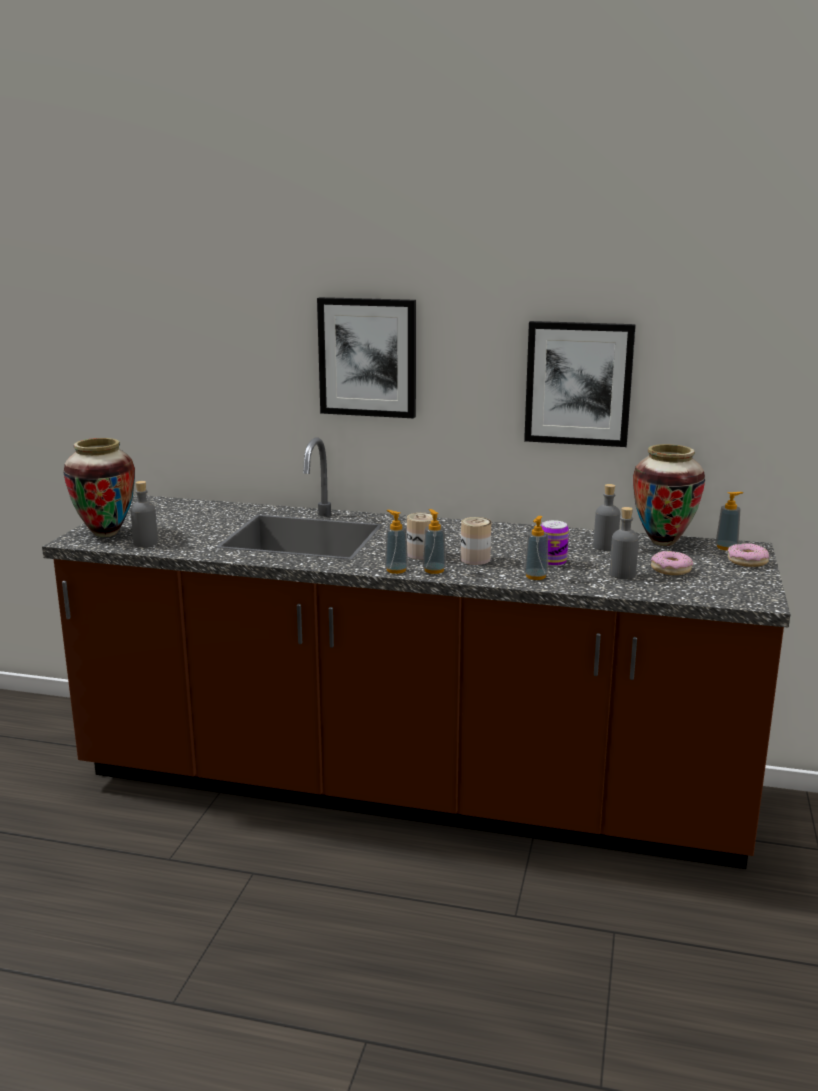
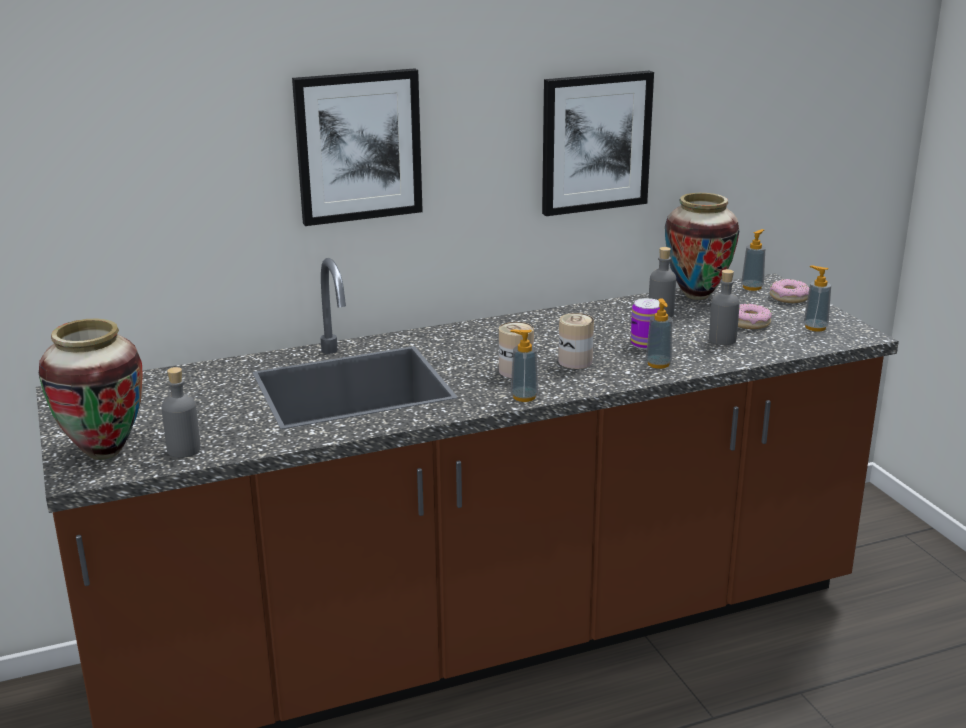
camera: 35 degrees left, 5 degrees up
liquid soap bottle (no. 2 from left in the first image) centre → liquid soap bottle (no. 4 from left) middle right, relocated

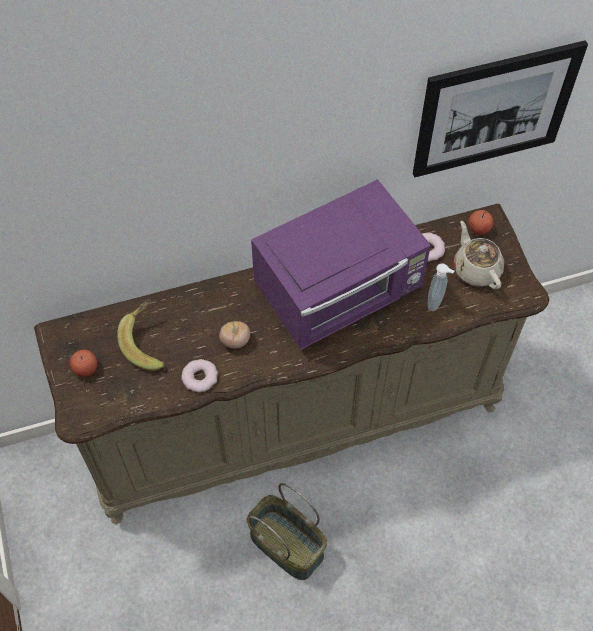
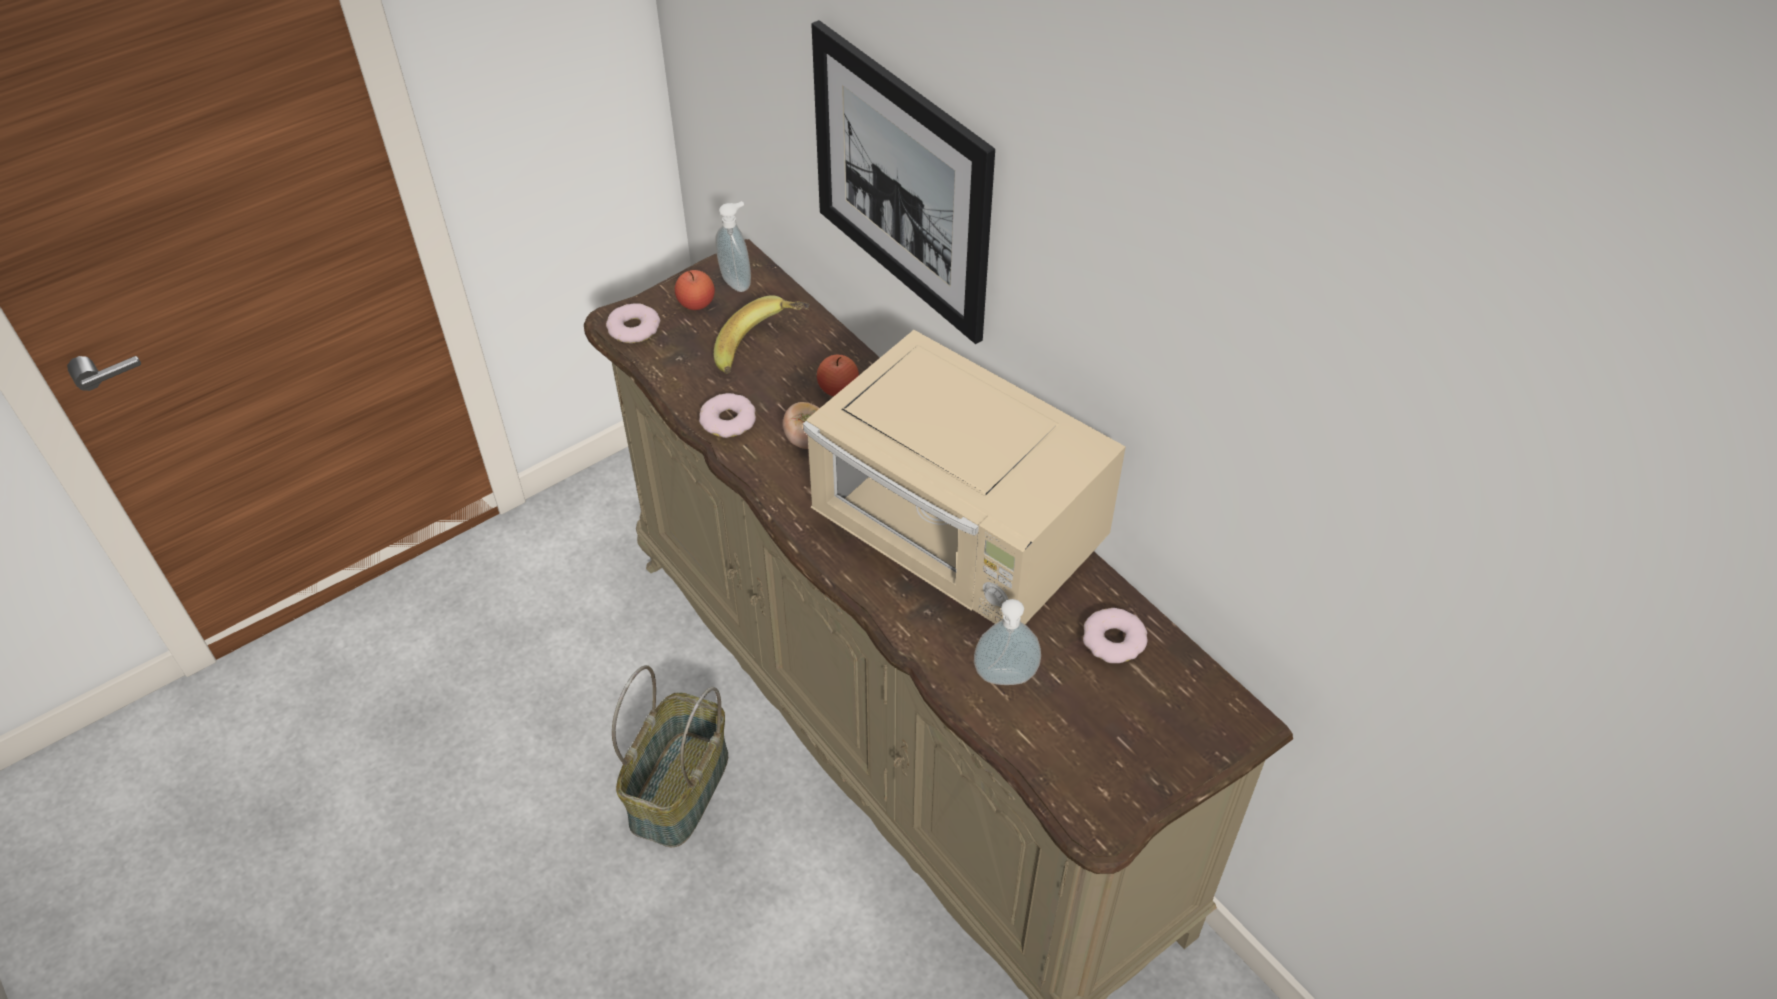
camera: 70 degrees right, 10 degrees down
- → doughnut (no. 1 from left) top centre
- → liquid soap bottle (no. 1 from left) top centre
purplish microwave oven centre → beige microwave oven centre
wall art top right → wall art top centre, relocated
apple (no. 2 from left) middle right → apple (no. 2 from left) centre, relocated
beige teapot middle right → -

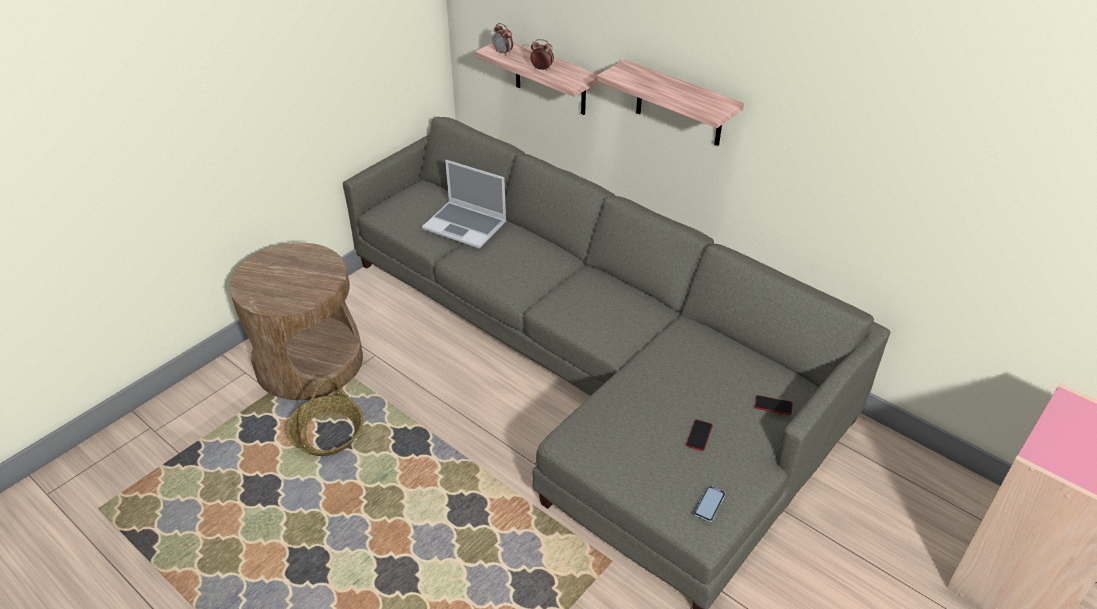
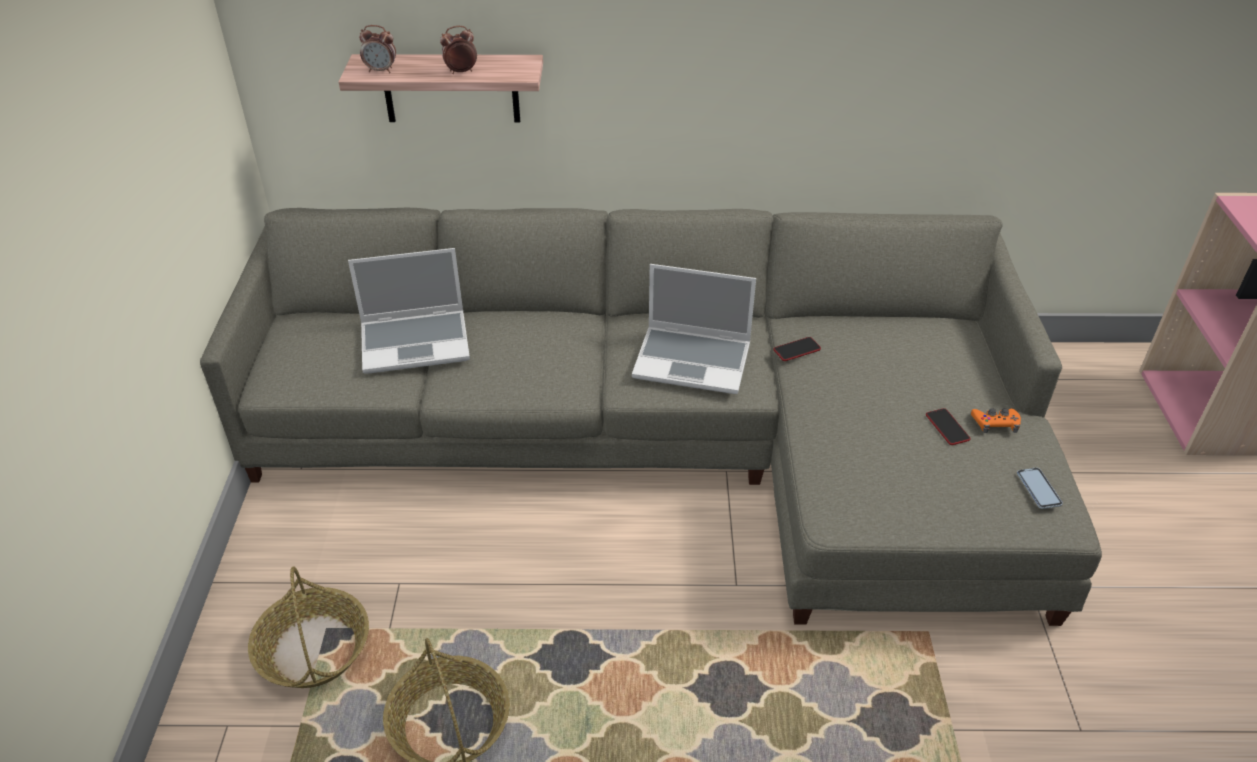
camera: 40 degrees left, 0 degrees up
brown-coloured side table middle left → household basket (no. 1 from left) bottom left
- → laptop (no. 2 from left) centre
phone (no. 3 from left in the first image) middle right → phone (no. 1 from left) centre, relocated
- → orangey game controller middle right
wall shelf (no. 2 from left) top centre → -

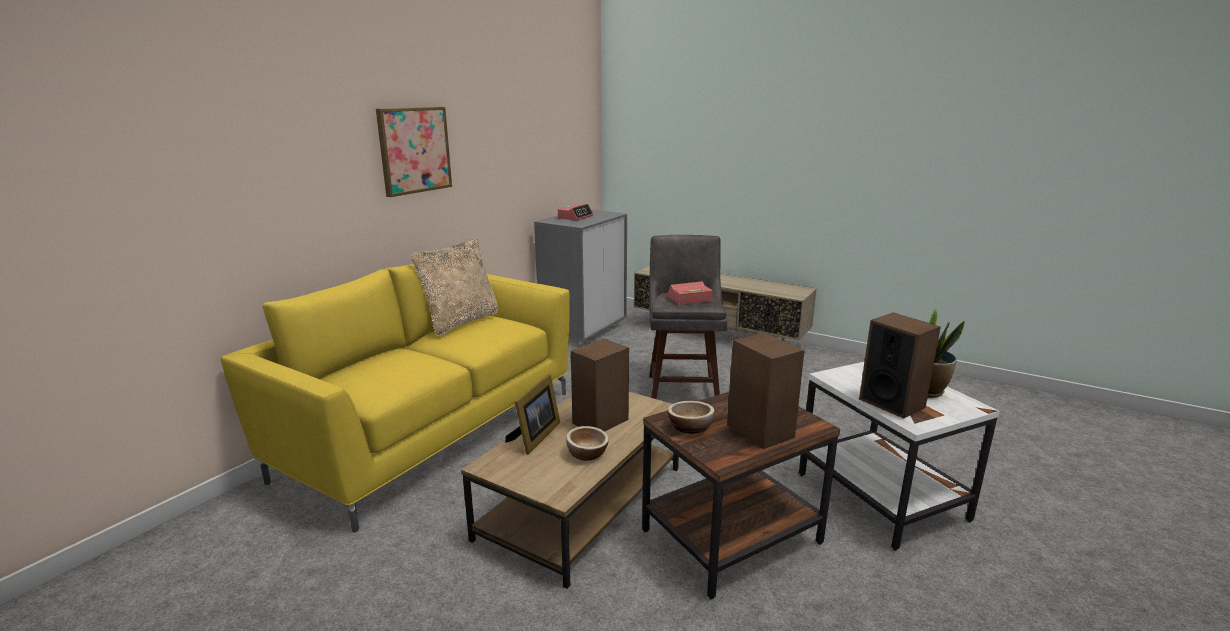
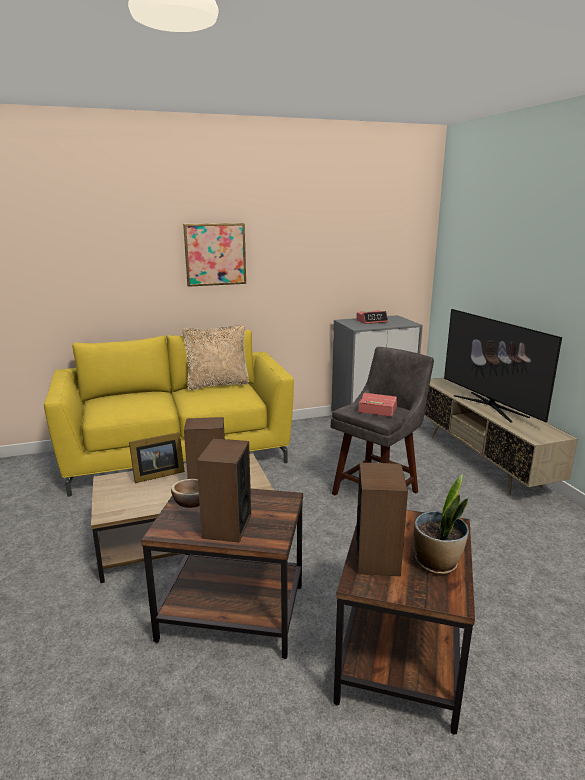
camera: 40 degrees right, 0 degrees up
white-coloured side table bottom right → brown-coloured side table (no. 2 from left) bottom right
- → television middle right
bowl (no. 1 from left) bottom centre → -

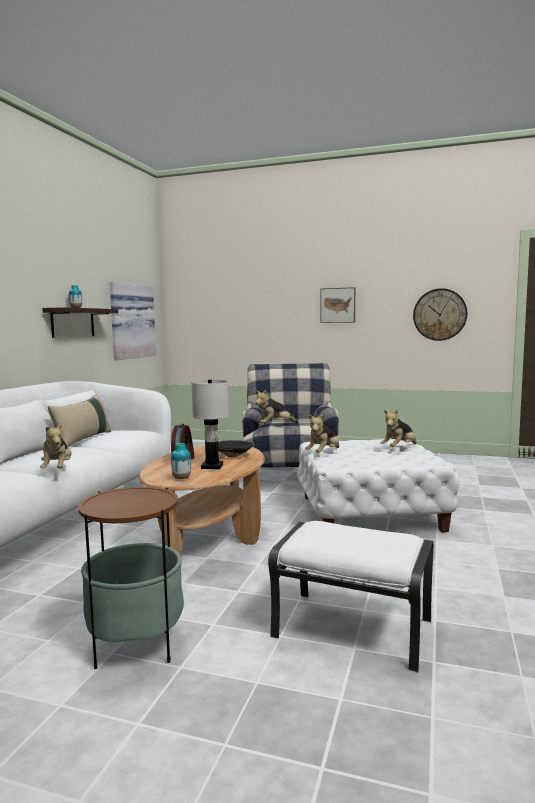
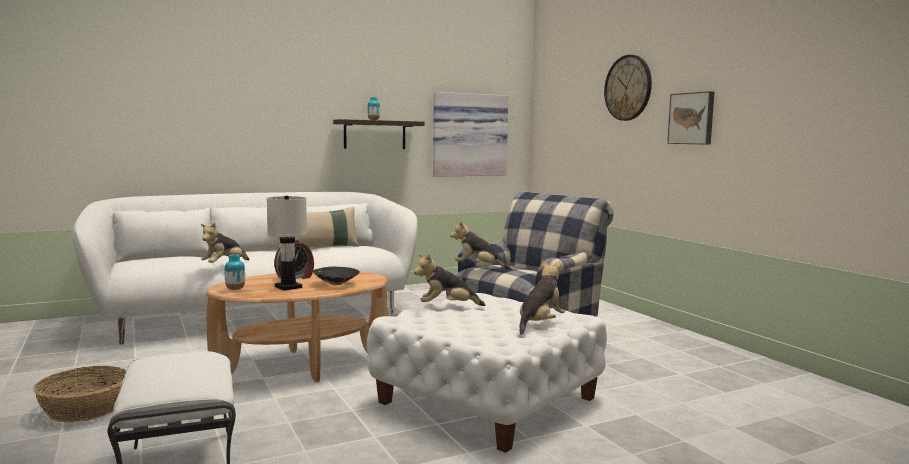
camera: 45 degrees right, 0 degrees up
side table bottom left → household basket bottom left
soft toy (no. 4 from left) middle right → soft toy (no. 4 from left) centre, 120 degrees clockwise
wall clock middle right → wall clock top right, relocated

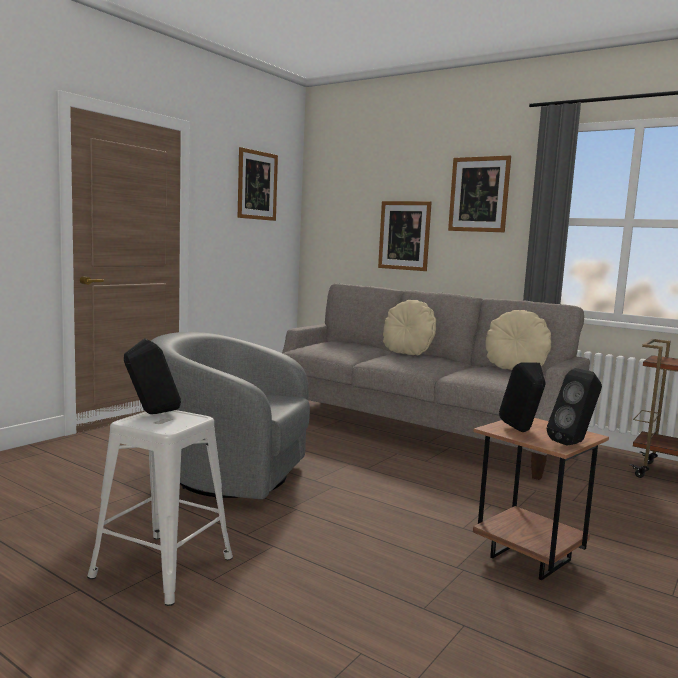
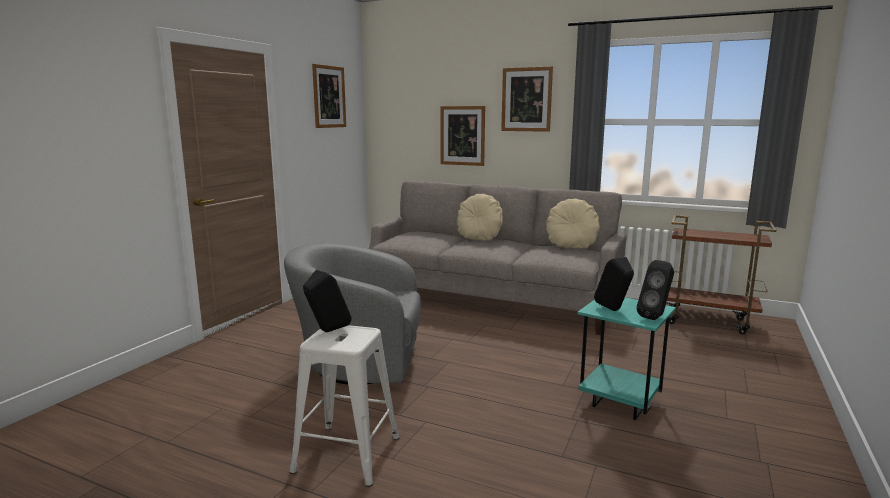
camera: 10 degrees left, 5 degrees up
brown-coloured side table bottom right → blue-green side table bottom right

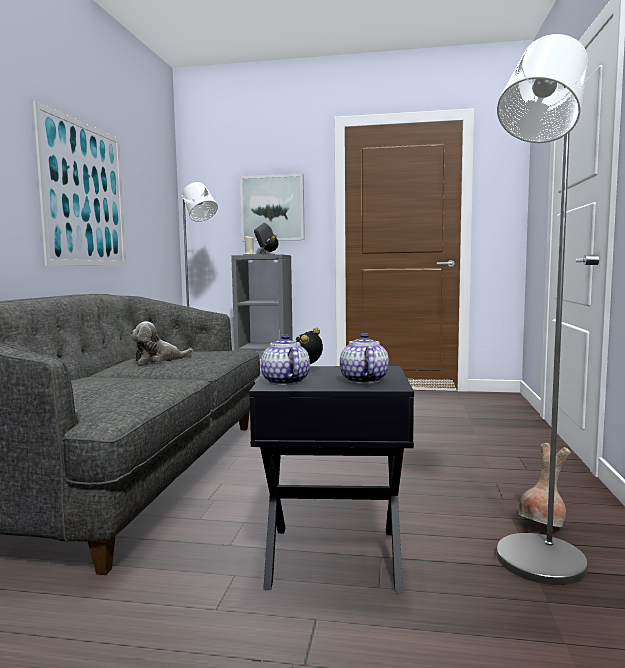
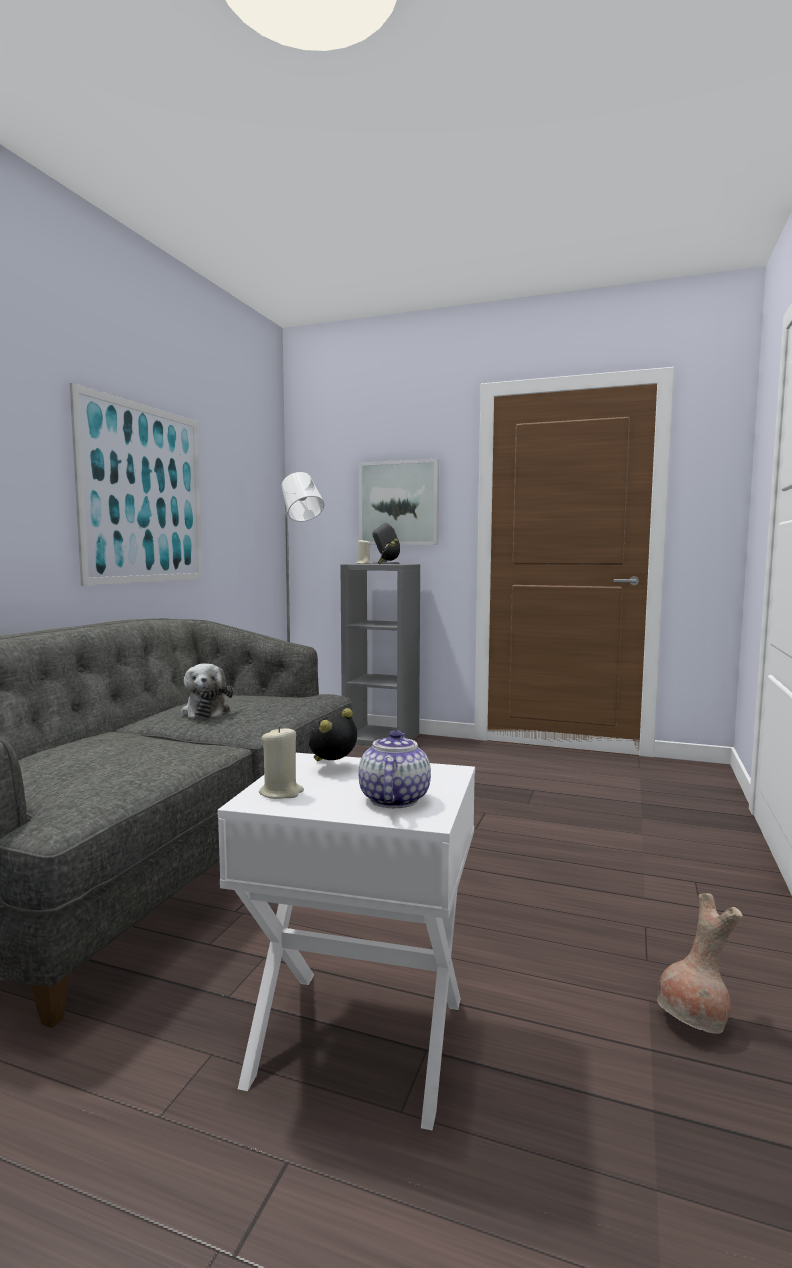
camera: 10 degrees right, 0 degrees up
soft toy middle left, 90 degrees counterclockwise
black side table bottom centre → white-coloured side table bottom centre
teapot (no. 1 from left) centre → beige candle (no. 1 from left) centre
grey standard lamp (no. 2 from left) middle right → -

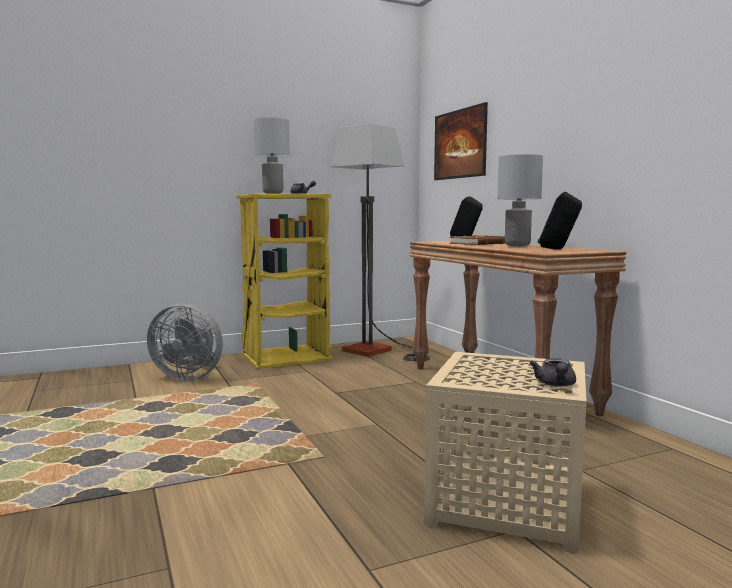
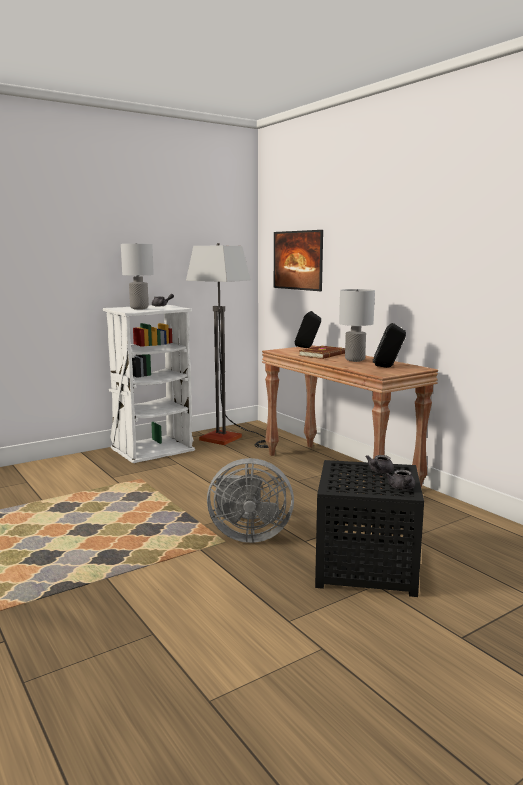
camera: 10 degrees left, 5 degrees up
yellow shelving unit centre → white-coloured shelving unit middle left
grey cooling fan middle left → grey cooling fan centre, relocated
beige side table bottom right → black side table bottom right
- → grey teapot (no. 2 from left) middle right

